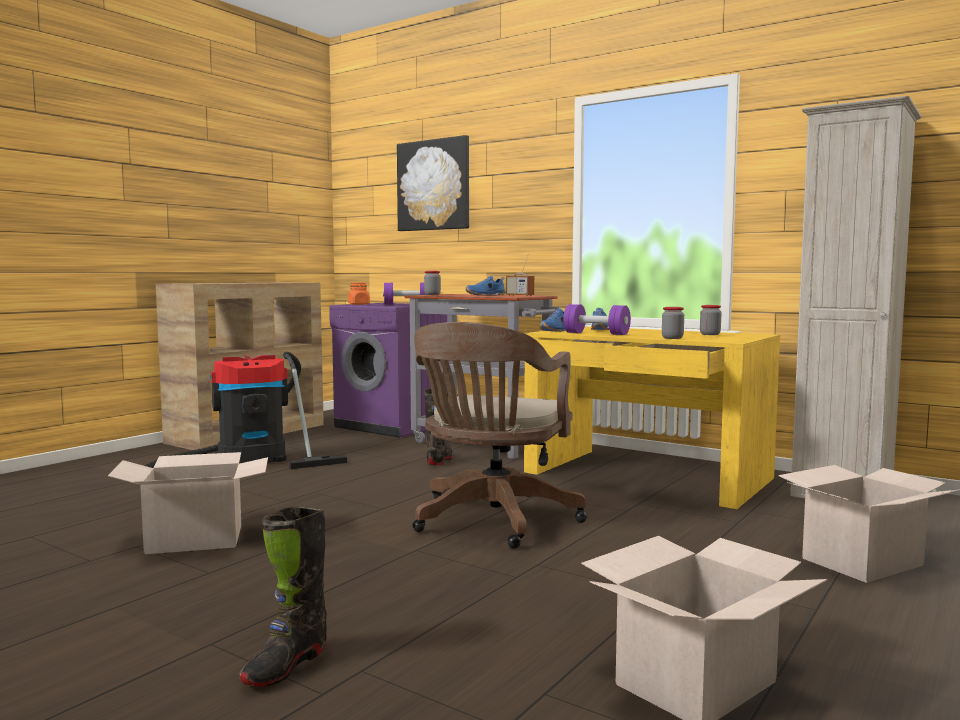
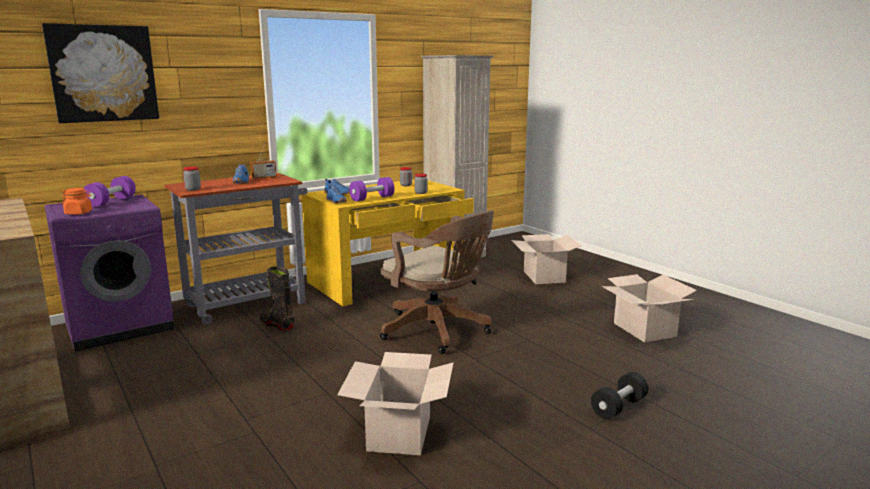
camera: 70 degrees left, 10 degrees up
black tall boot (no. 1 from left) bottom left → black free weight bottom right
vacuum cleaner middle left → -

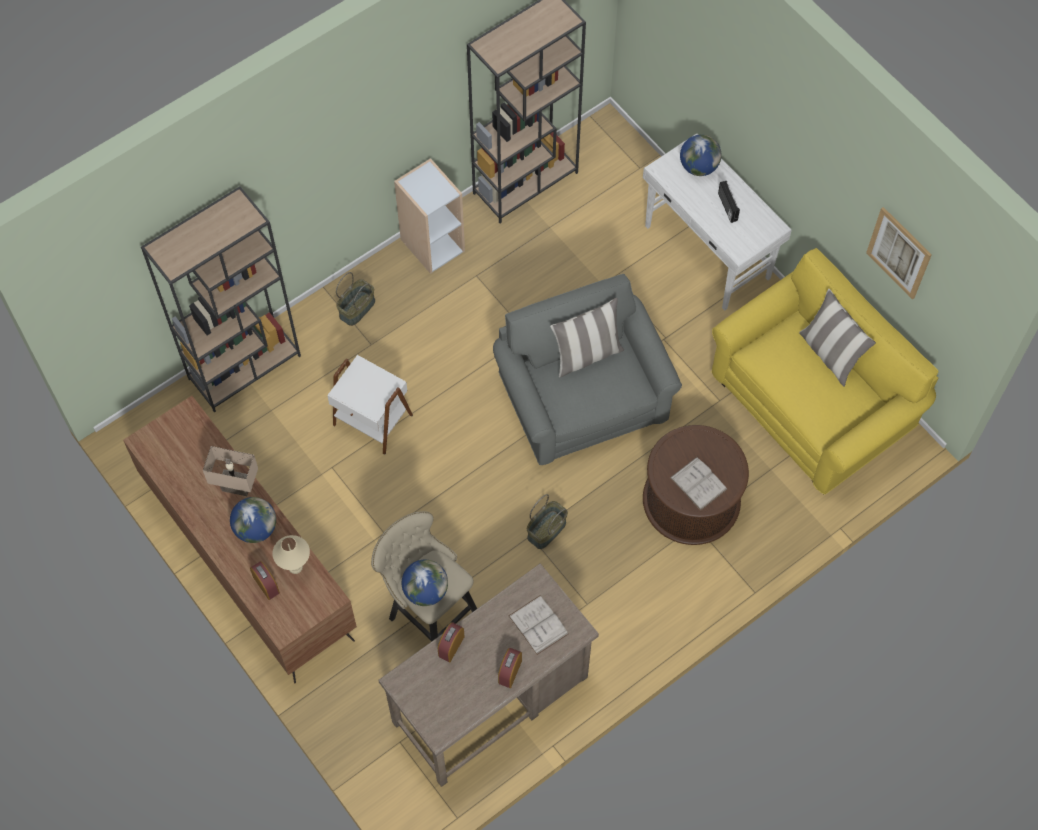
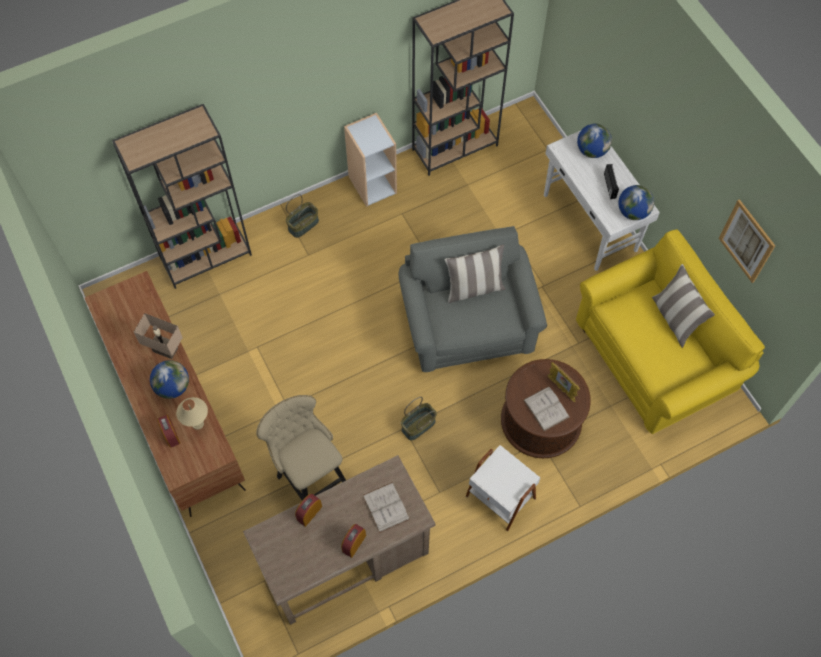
camera: 10 degrees right, 0 degrees up
white-coloured side table centre → white-coloured side table bottom centre, relocated
- → picture frame middle right
world globe (no. 2 from left in the first image) bottom centre → world globe (no. 3 from left) top right, relocated

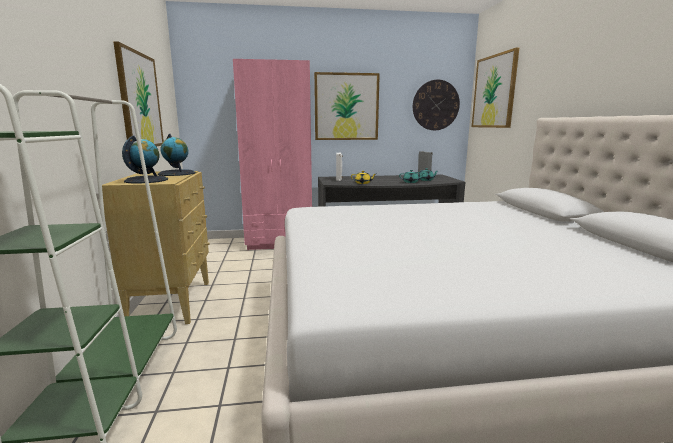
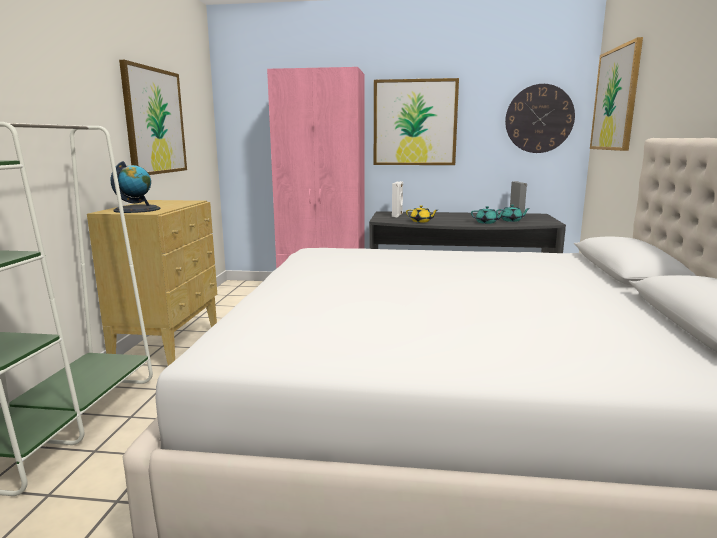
camera: 15 degrees right, 0 degrees up
world globe (no. 2 from left) middle left → -

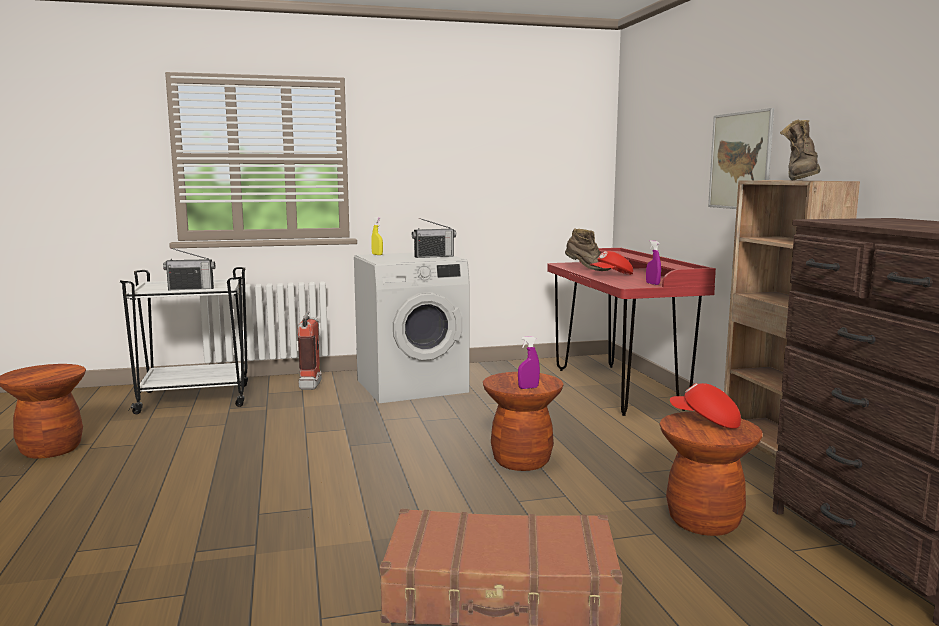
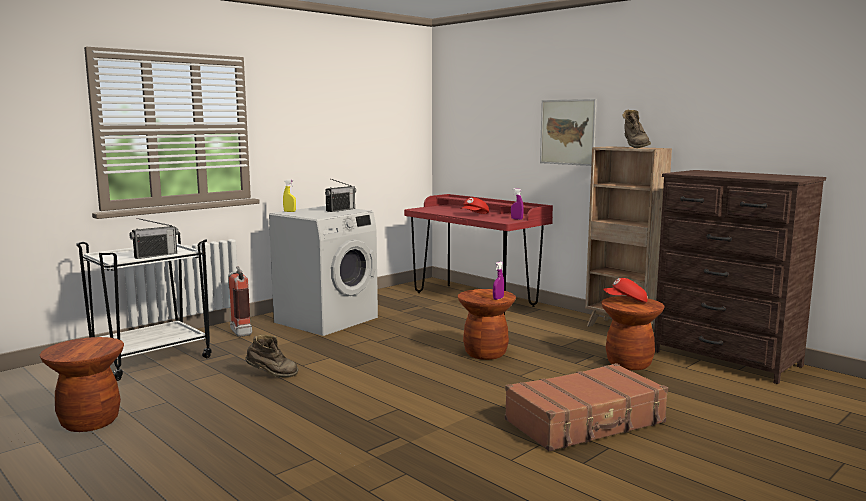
camera: 30 degrees left, 0 degrees up
brown-coloured tall boot (no. 1 from left) centre → brown-coloured tall boot (no. 1 from left) bottom left, relocated

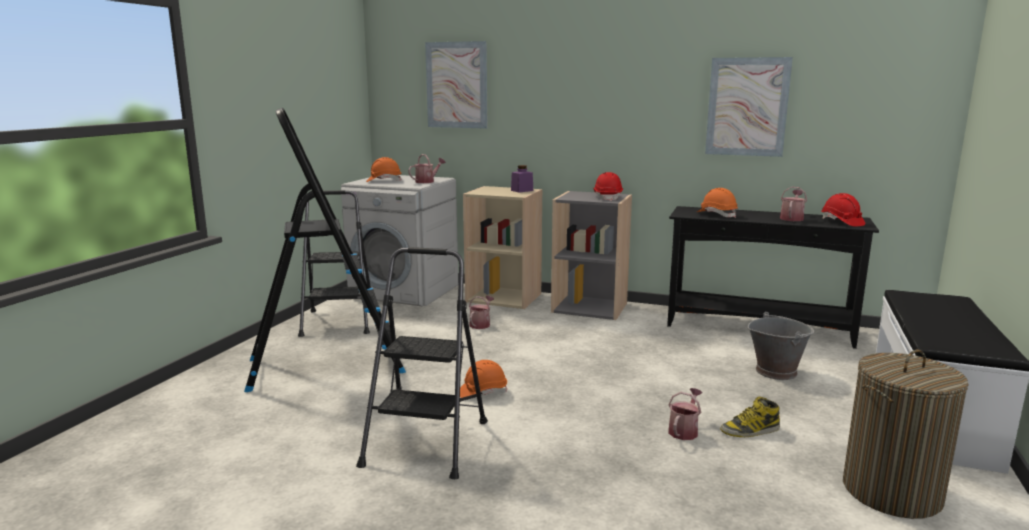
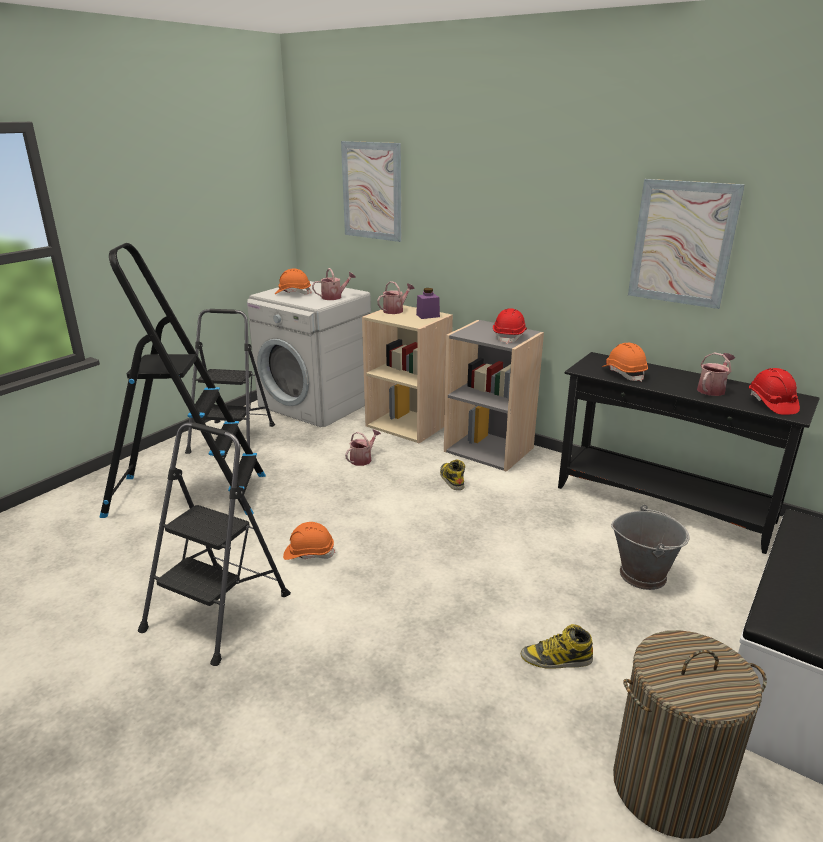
camera: 15 degrees right, 10 degrees up
sprinkling can (no. 3 from left) bottom centre → sprinkling can (no. 3 from left) centre, relocated
- → tall boot (no. 1 from left) centre

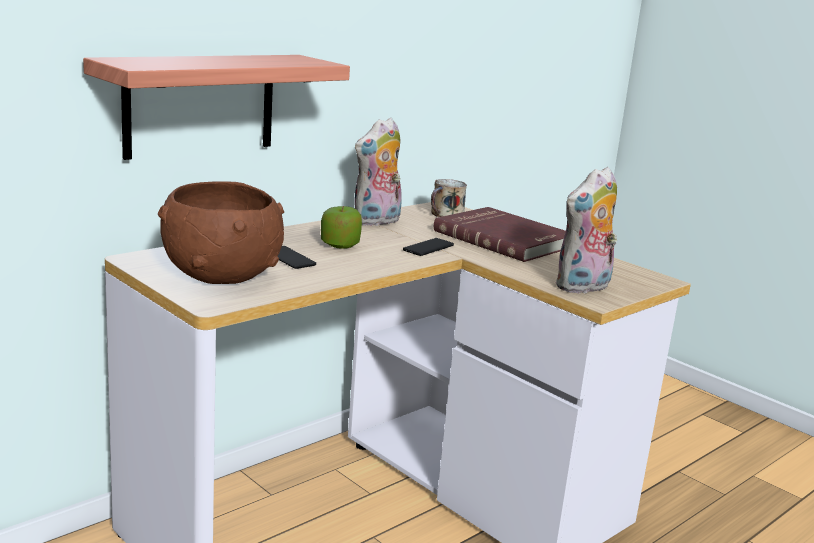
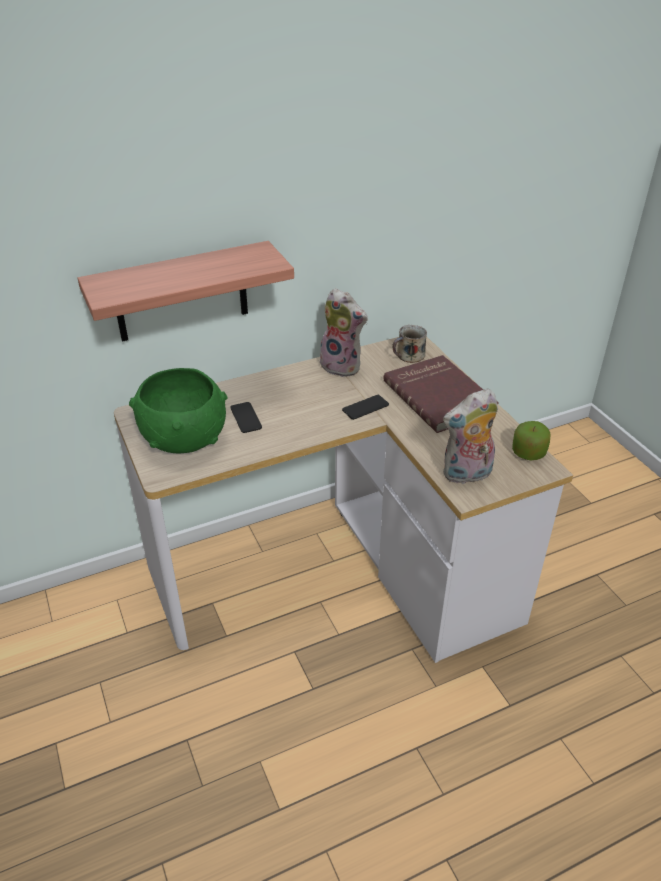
camera: 20 degrees right, 20 degrees up
brown-coloured bowl middle left → green bowl middle left
soft toy (no. 1 from left) top centre → soft toy (no. 1 from left) centre, 120 degrees counterclockwise
apple centre → apple middle right, relocated

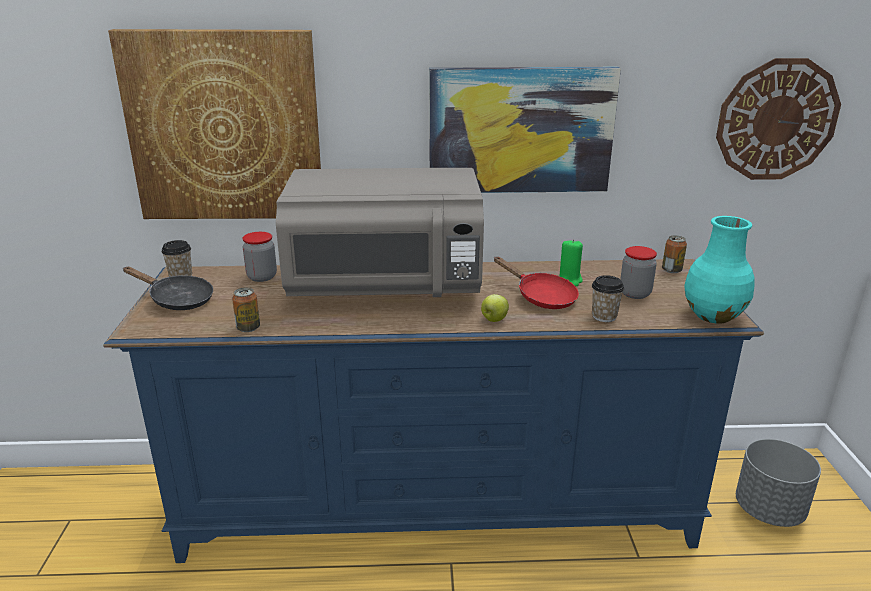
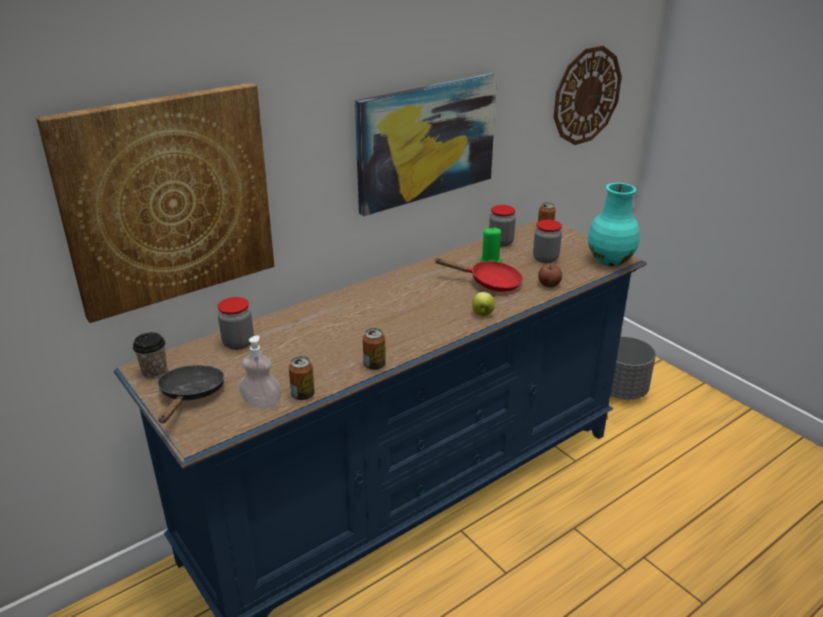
camera: 35 degrees left, 5 degrees up
black pan middle left, 75 degrees counterclockwise
- → liquid soap bottle middle left
- → sealed can (no. 2 from left) centre
- → storage jar (no. 2 from left) centre
small cup (no. 2 from left) middle right → apple (no. 2 from left) middle right
grey microwave oven centre → -

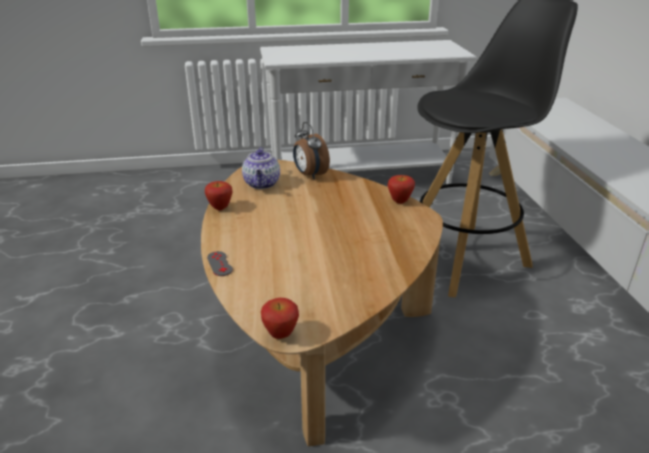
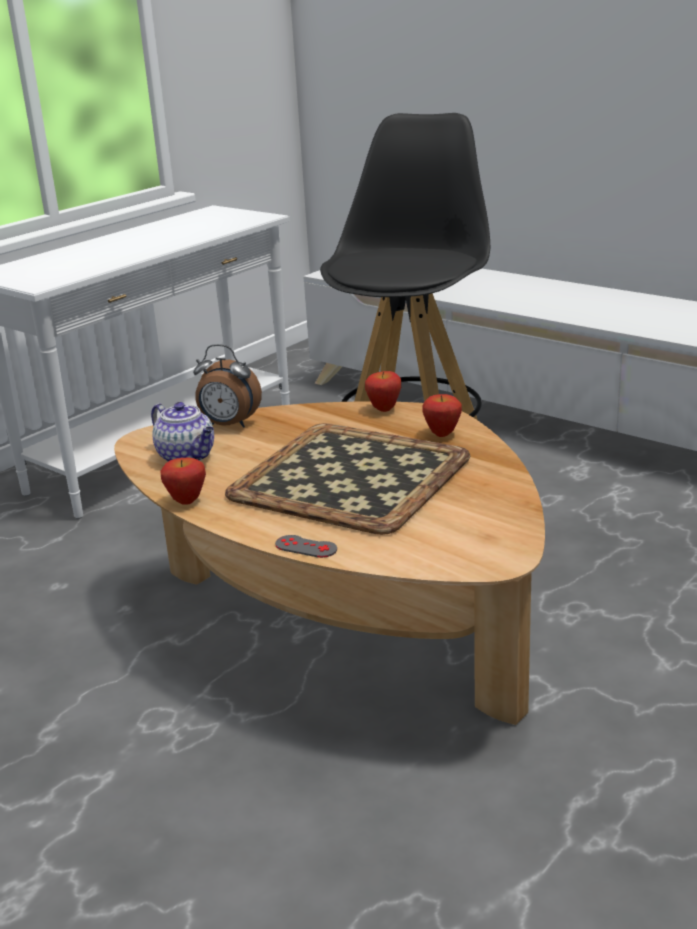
camera: 40 degrees left, 5 degrees down
- → carrying tray centre
apple (no. 2 from left in the first image) bottom centre → apple (no. 3 from left) centre, relocated

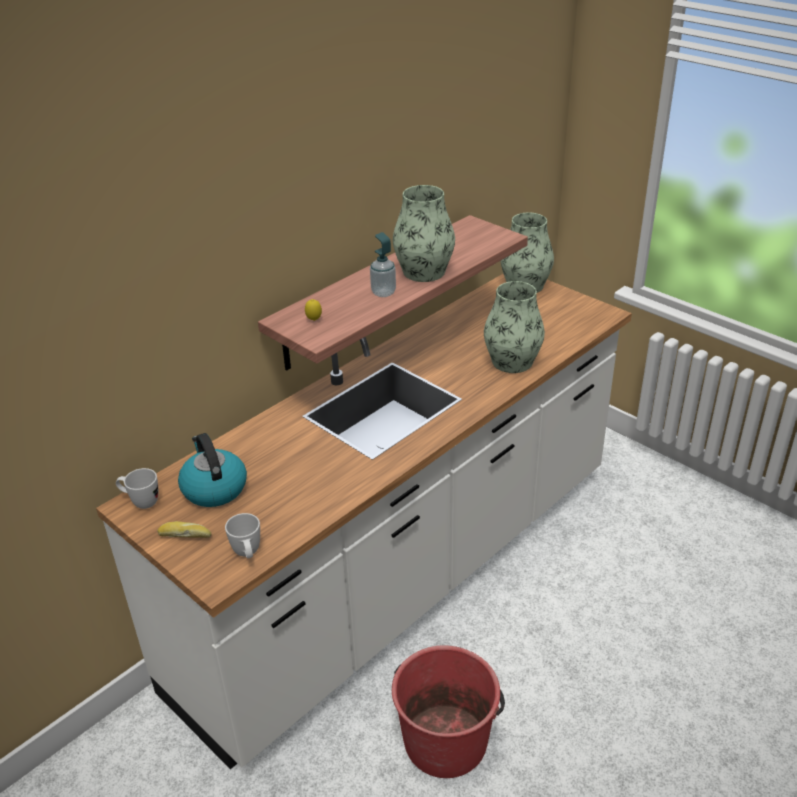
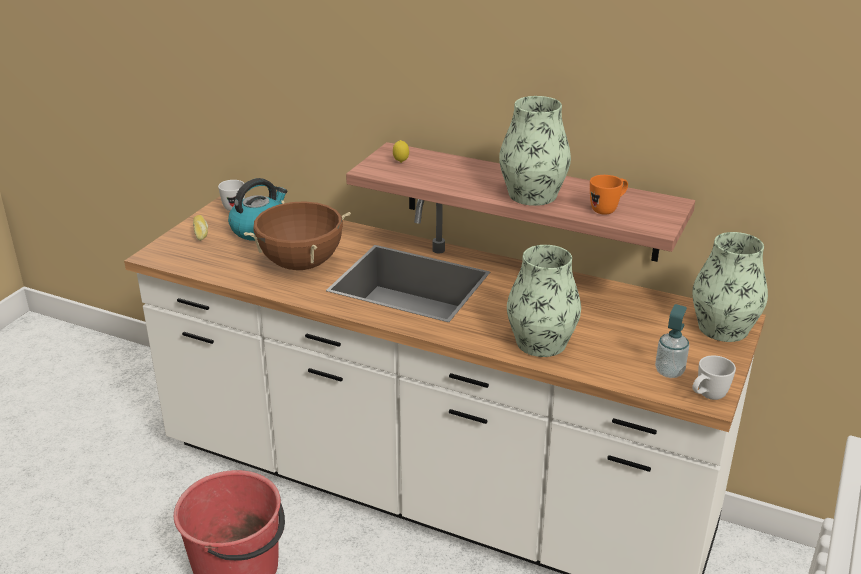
camera: 70 degrees right, 5 degrees down
- → brown-coloured stockpot centre
- → orangey tea mug middle right
liquid soap bottle top centre → liquid soap bottle middle right, relocated
white-coloured tea mug (no. 2 from left) bottom left → white-coloured tea mug (no. 2 from left) middle right, relocated

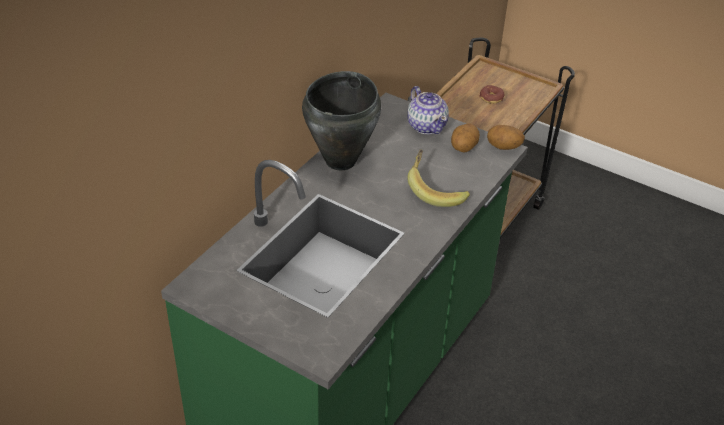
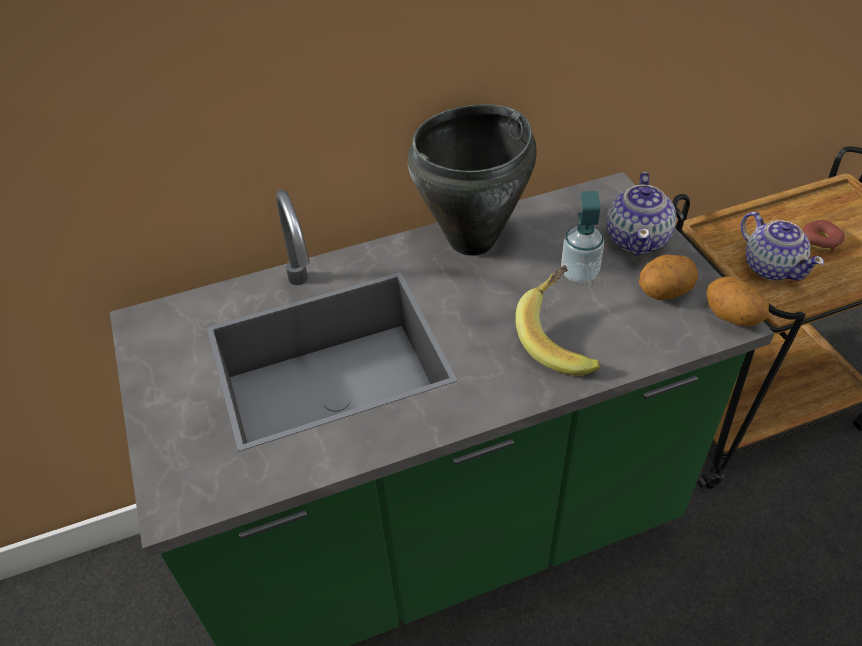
camera: 40 degrees right, 5 degrees up
- → liquid soap bottle middle right
- → teapot (no. 2 from left) middle right

